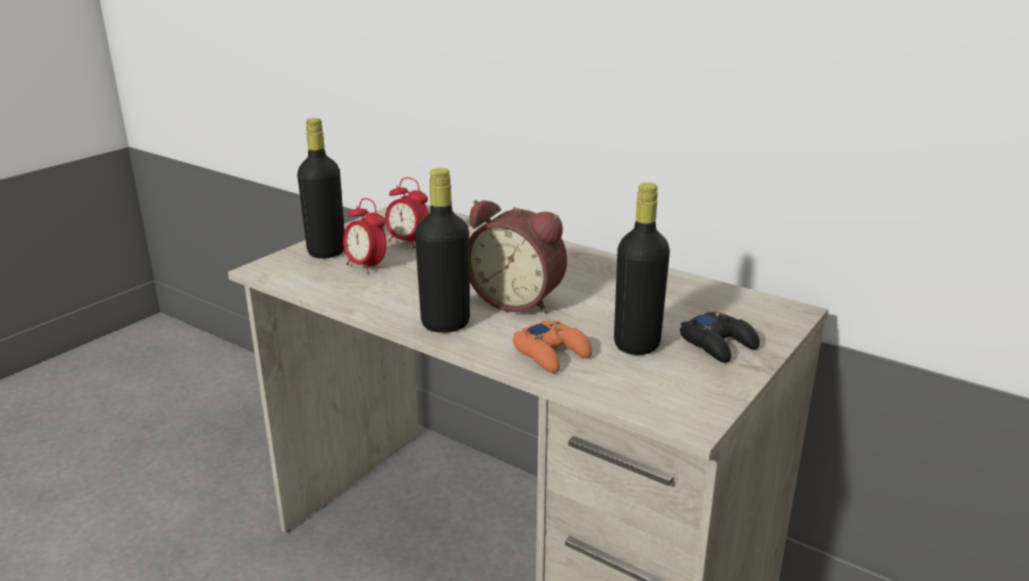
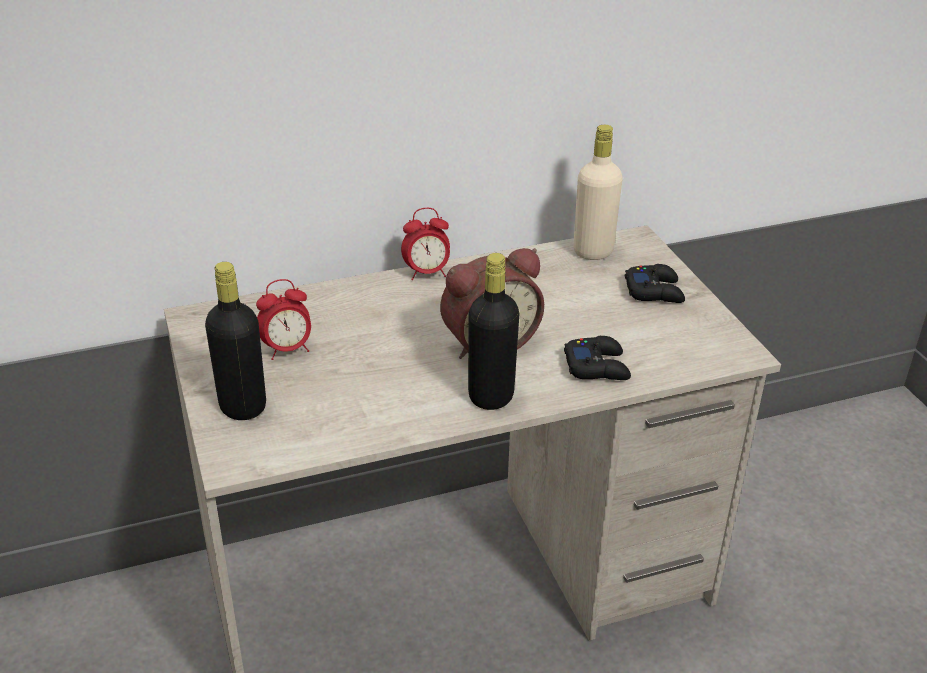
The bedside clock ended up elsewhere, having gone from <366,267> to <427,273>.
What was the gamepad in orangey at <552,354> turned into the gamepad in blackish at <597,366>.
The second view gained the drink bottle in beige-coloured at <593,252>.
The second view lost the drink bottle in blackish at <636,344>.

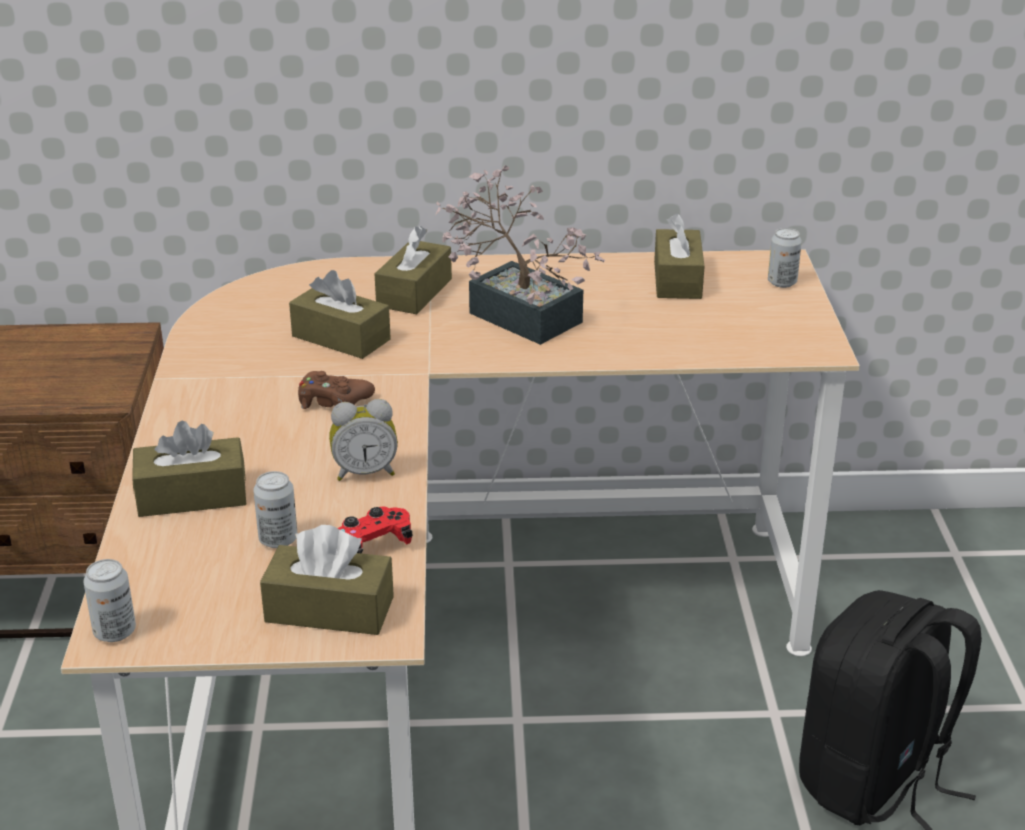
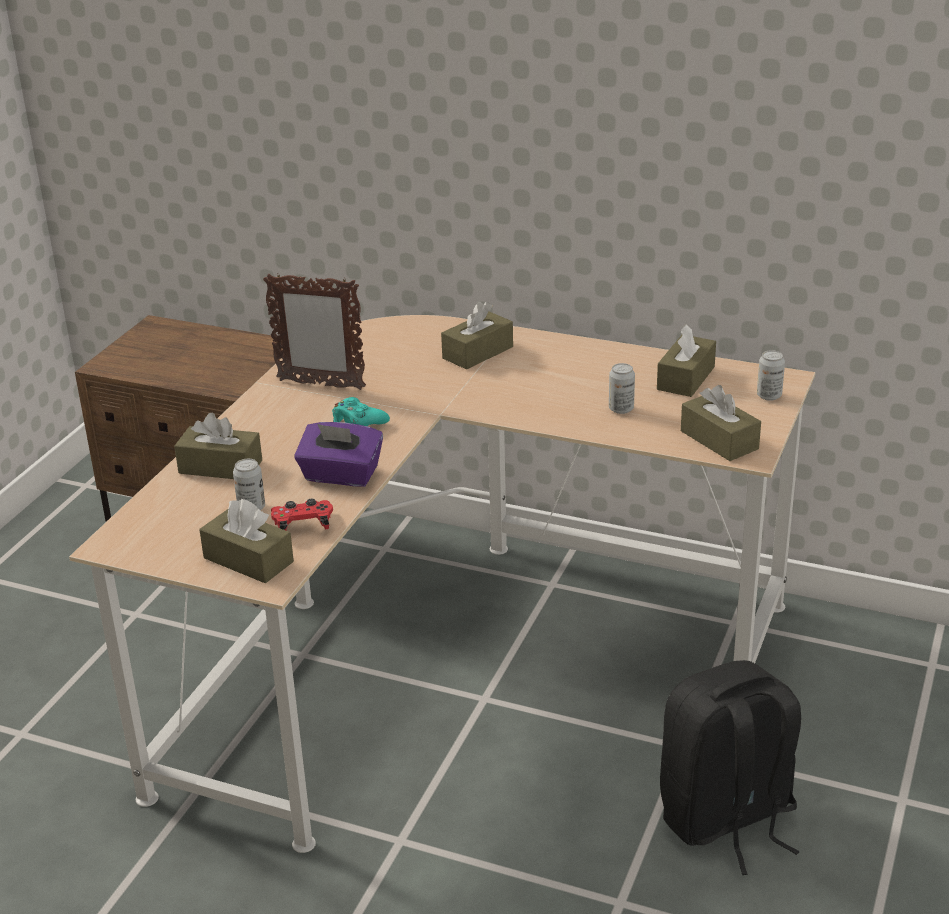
The second view gained the picture frame at <320,384>.
Where the bedside clock stood at <365,472>, the box of tissues in purple came to stand at <341,475>.
What was the gamepad in brownish at <333,401> turned into the gamepad in turquoise at <358,421>.
The can ended up elsewhere, having gone from <114,632> to <621,409>.
The box of tissues in brownish ended up elsewhere, having gone from <341,338> to <719,440>.
The second view lost the plant in a pot at <516,313>.

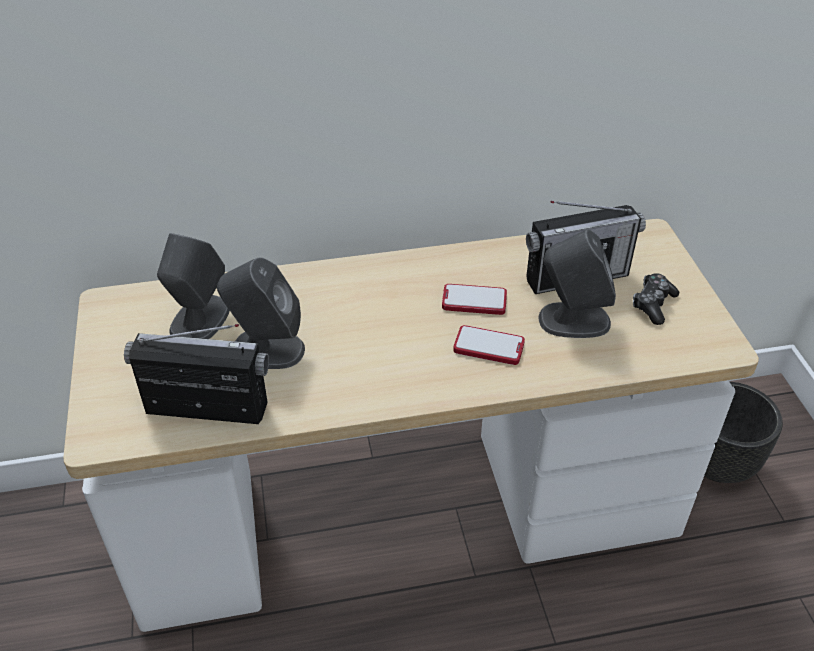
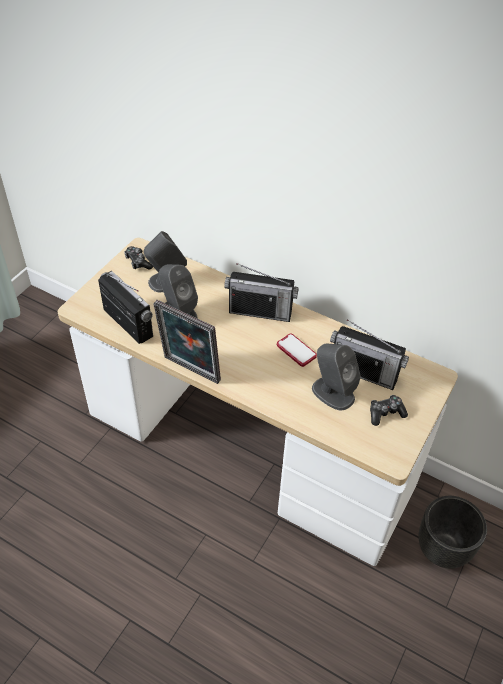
The second view gained the gamepad at <138,262>.
The second view gained the picture frame at <189,371>.
The second view gained the radio at <260,312>.
The second view lost the telephone at <488,347>.

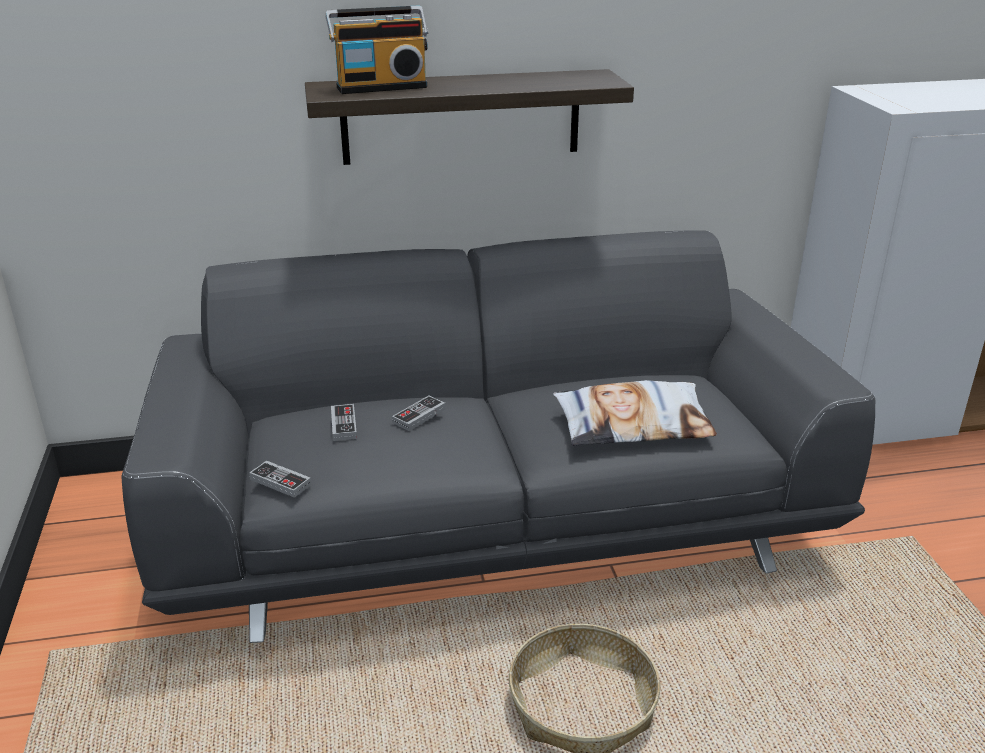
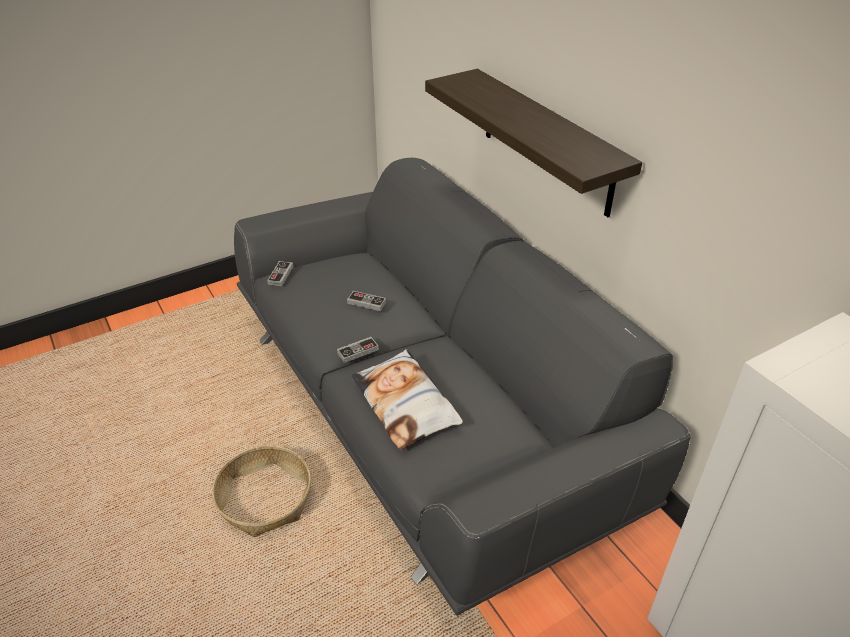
The gamepad ended up elsewhere, having gone from <344,425> to <358,351>.
The second view lost the radio at <381,87>.

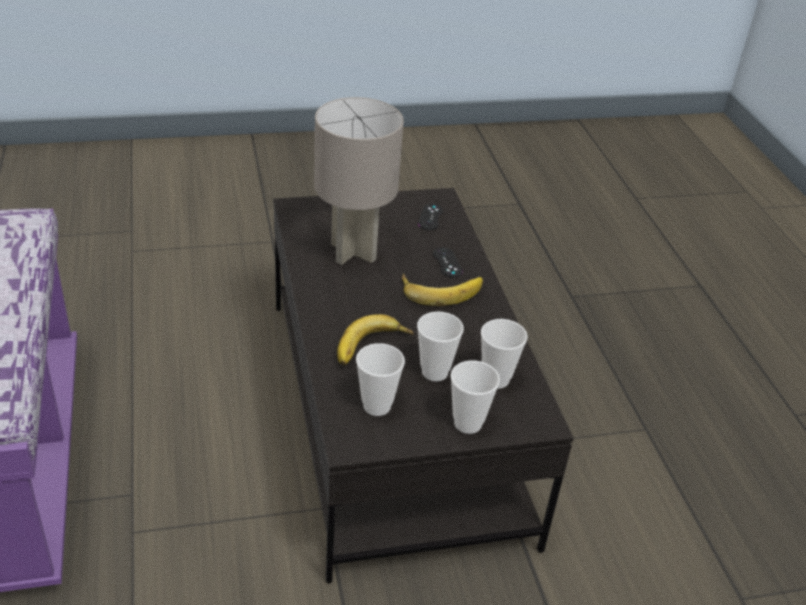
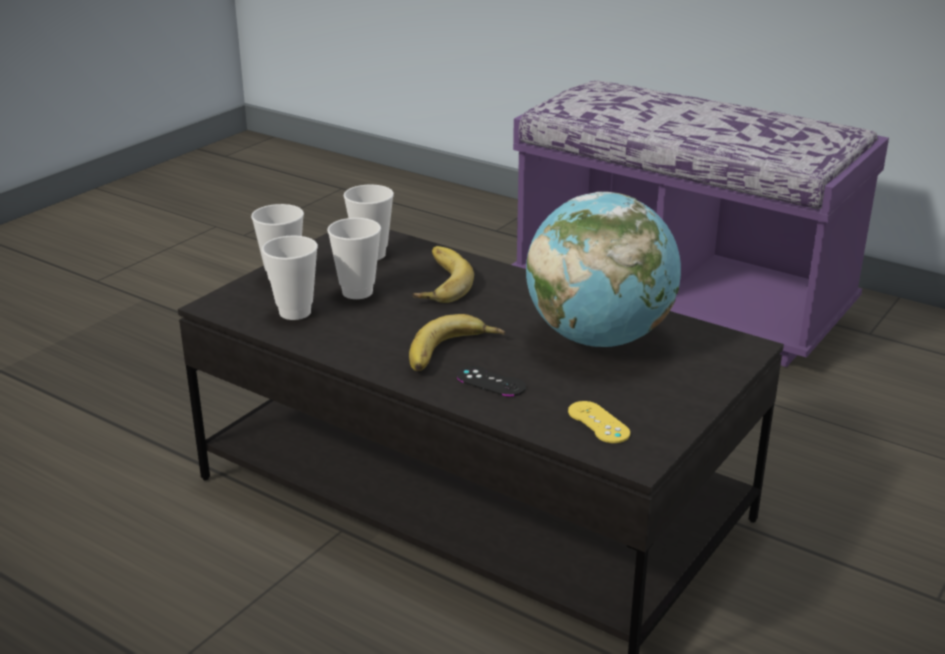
Where the tabletop lamp in greyish stood at <352,252>, the globe came to stand at <599,338>.
What was the gamepad in blackish at <430,217> turned into the gamepad in yellowish at <598,422>.

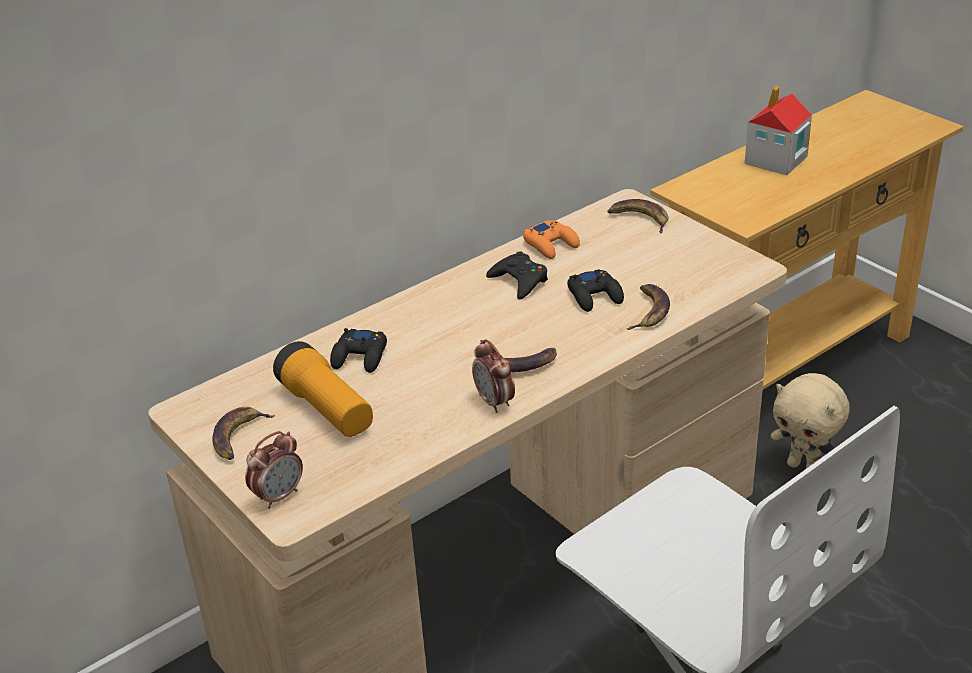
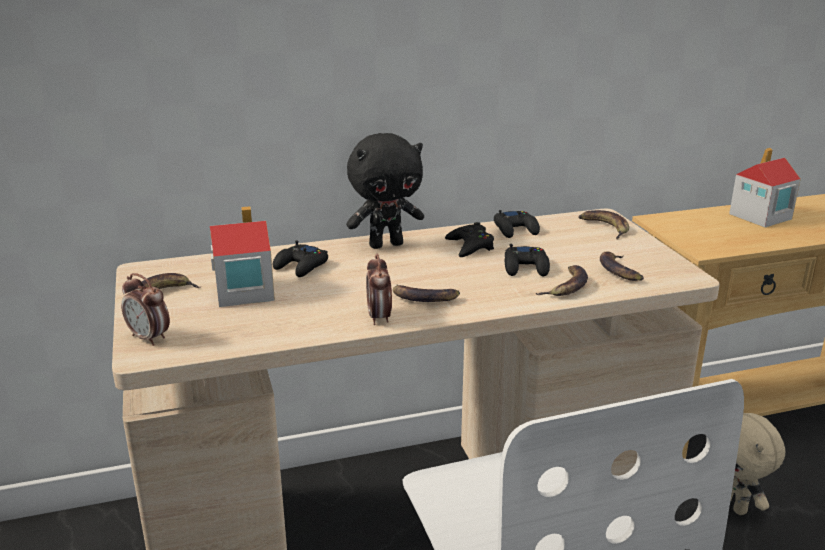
The bedside clock at <279,496> ended up facing another way, 60 degrees clockwise from before.
Where the torch stood at <326,409>, the toy house came to stand at <243,292>.
The second view gained the cuddly toy in blackish at <386,244>.
What was the gamepad in orangey at <551,245> turned into the gamepad in blackish at <516,229>.
The second view gained the whole banana at <620,271>.

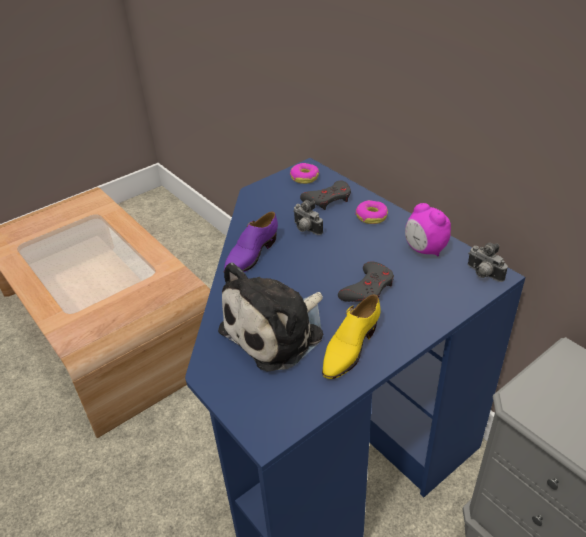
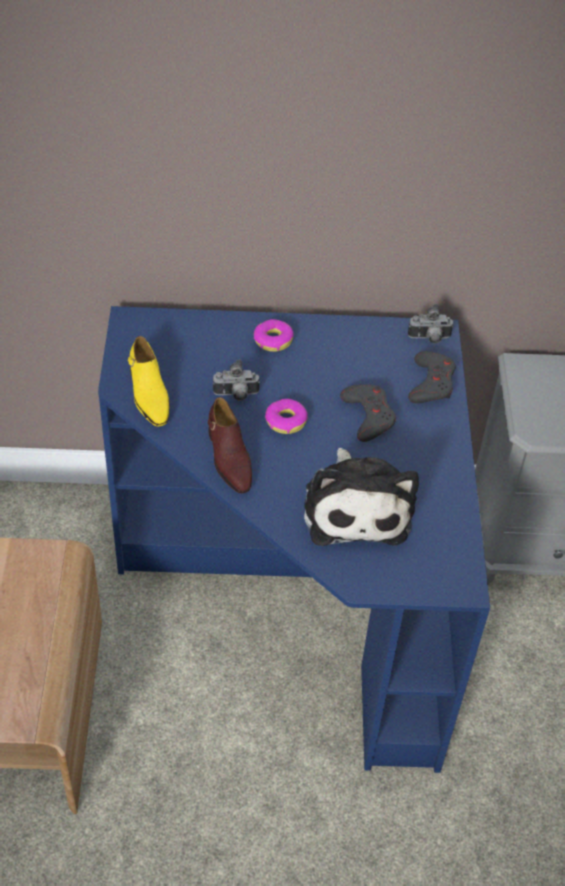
The low shoe in yellowish ended up elsewhere, having gone from <350,348> to <148,394>.
What was the low shoe in purple at <251,255> turned into the low shoe in brownish at <229,458>.
The doughnut ended up elsewhere, having gone from <304,177> to <285,421>.
The gamepad in greyish ended up elsewhere, having gone from <328,199> to <431,383>.
The second view lost the bedside clock at <424,250>.

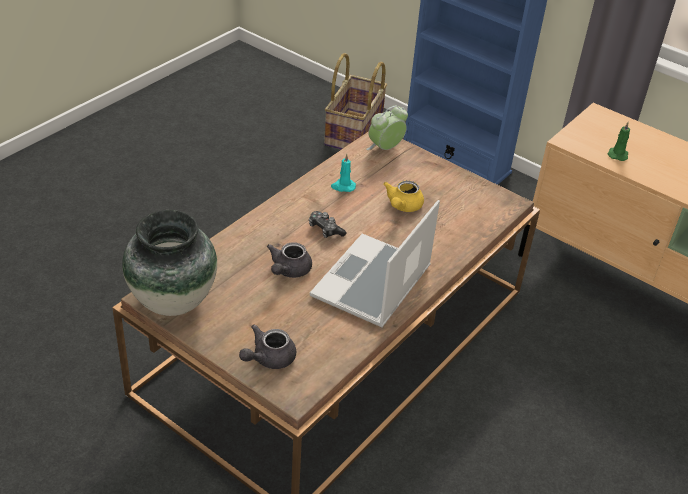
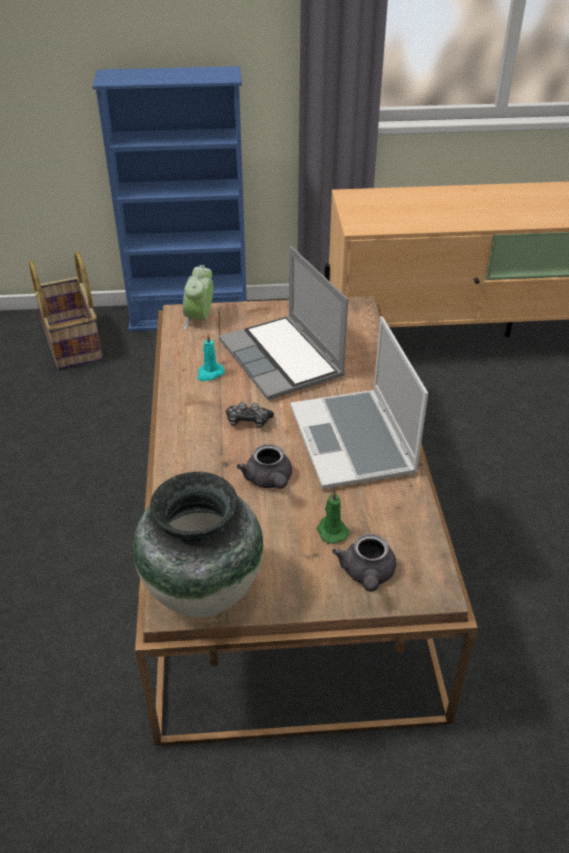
Where the teapot in yellowish stood at <402,206>, the notebook computer came to stand at <283,360>.
The wax light in greenish ended up elsewhere, having gone from <617,154> to <331,530>.

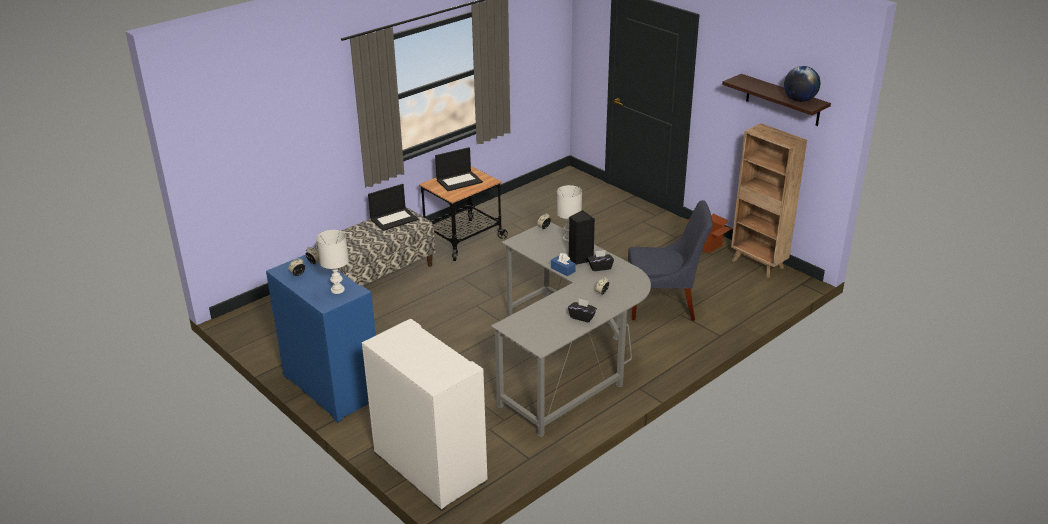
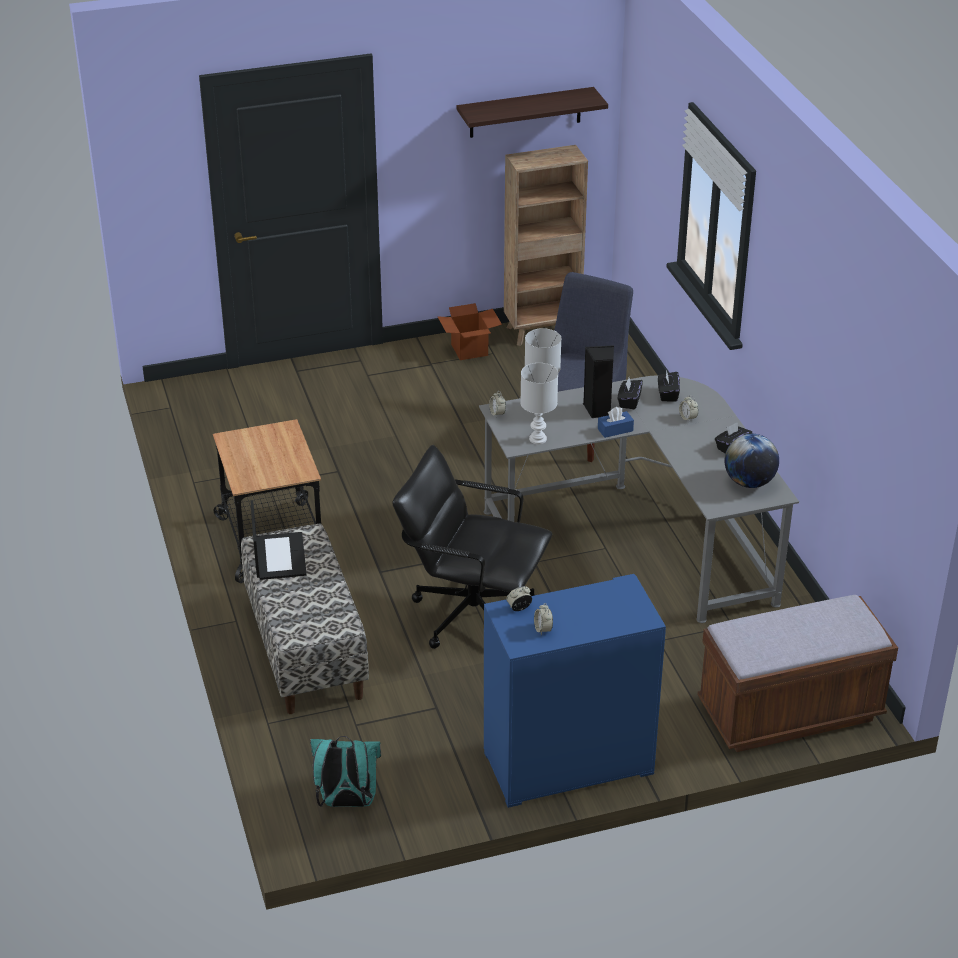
The second view gained the knapsack in turquoise at <346,802>.
The second view gained the computer chair in blackish at <472,614>.
The tabletop lamp in white ended up elsewhere, having gone from <337,290> to <537,439>.
The second view gained the box of tissues in blackish at <667,394>.
Where the cupboard in white stood at <428,467>, the long seat in brownish came to stand at <790,712>.
The globe ended up elsewhere, having gone from <799,100> to <749,482>.
The second view lost the notebook computer at <459,181>.

